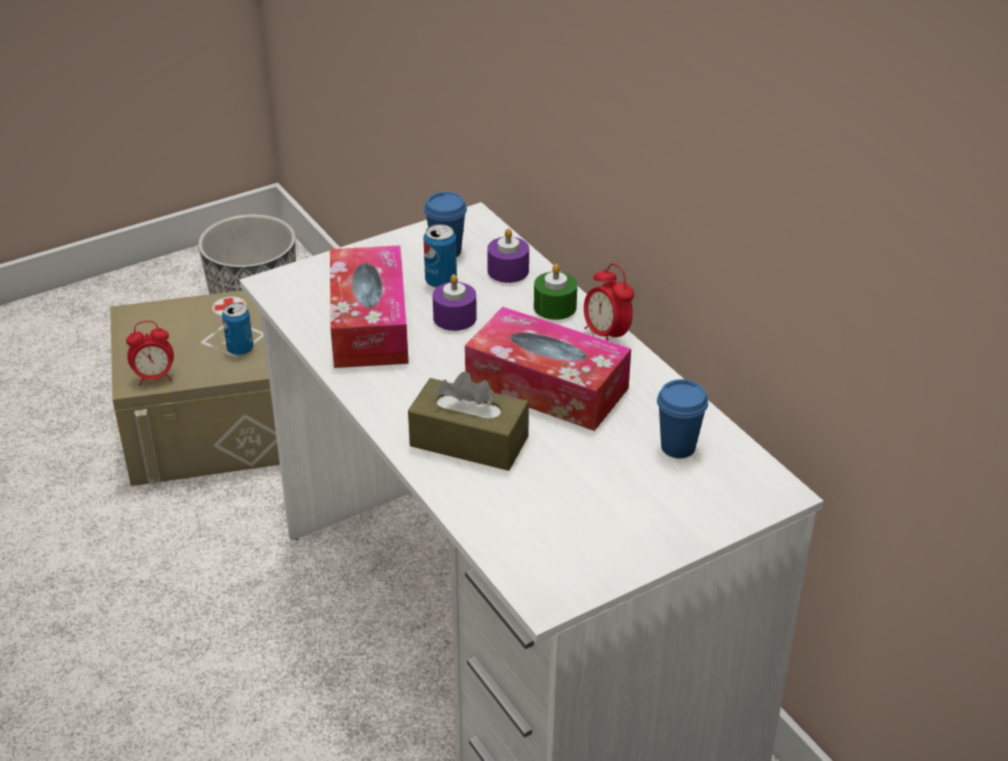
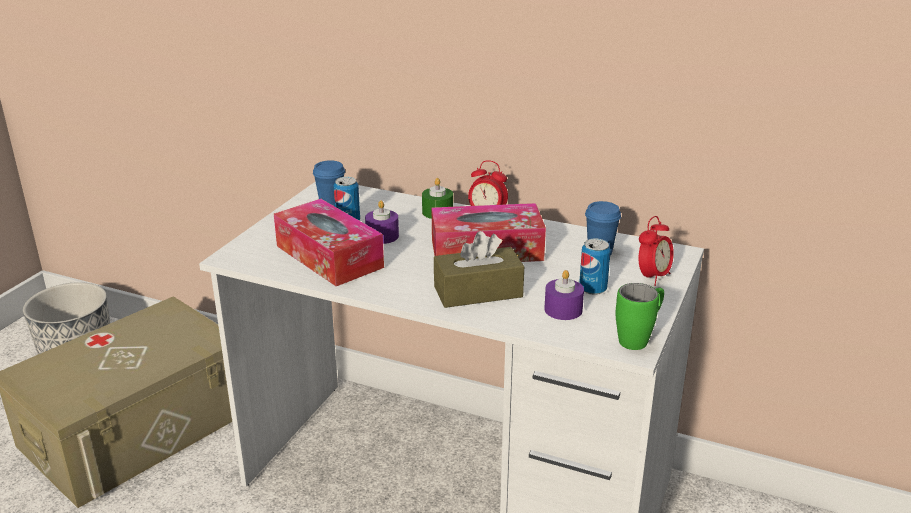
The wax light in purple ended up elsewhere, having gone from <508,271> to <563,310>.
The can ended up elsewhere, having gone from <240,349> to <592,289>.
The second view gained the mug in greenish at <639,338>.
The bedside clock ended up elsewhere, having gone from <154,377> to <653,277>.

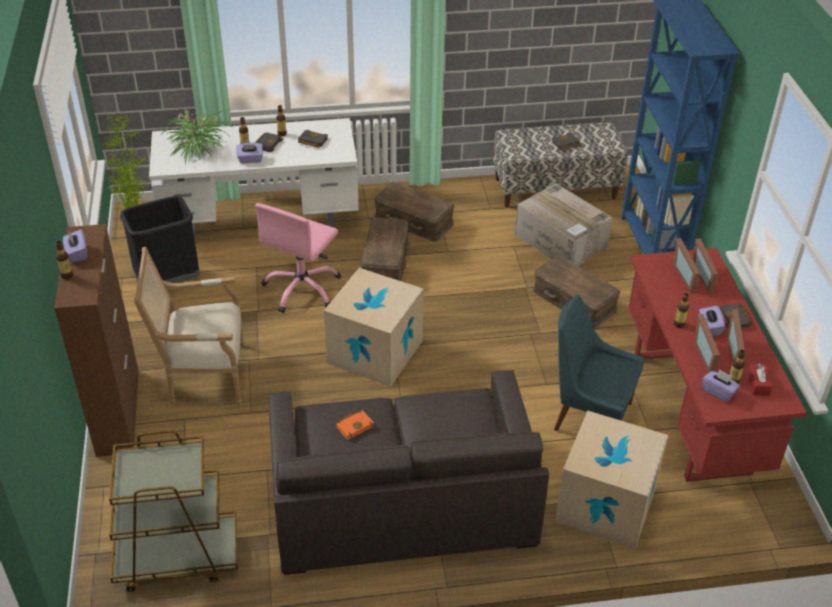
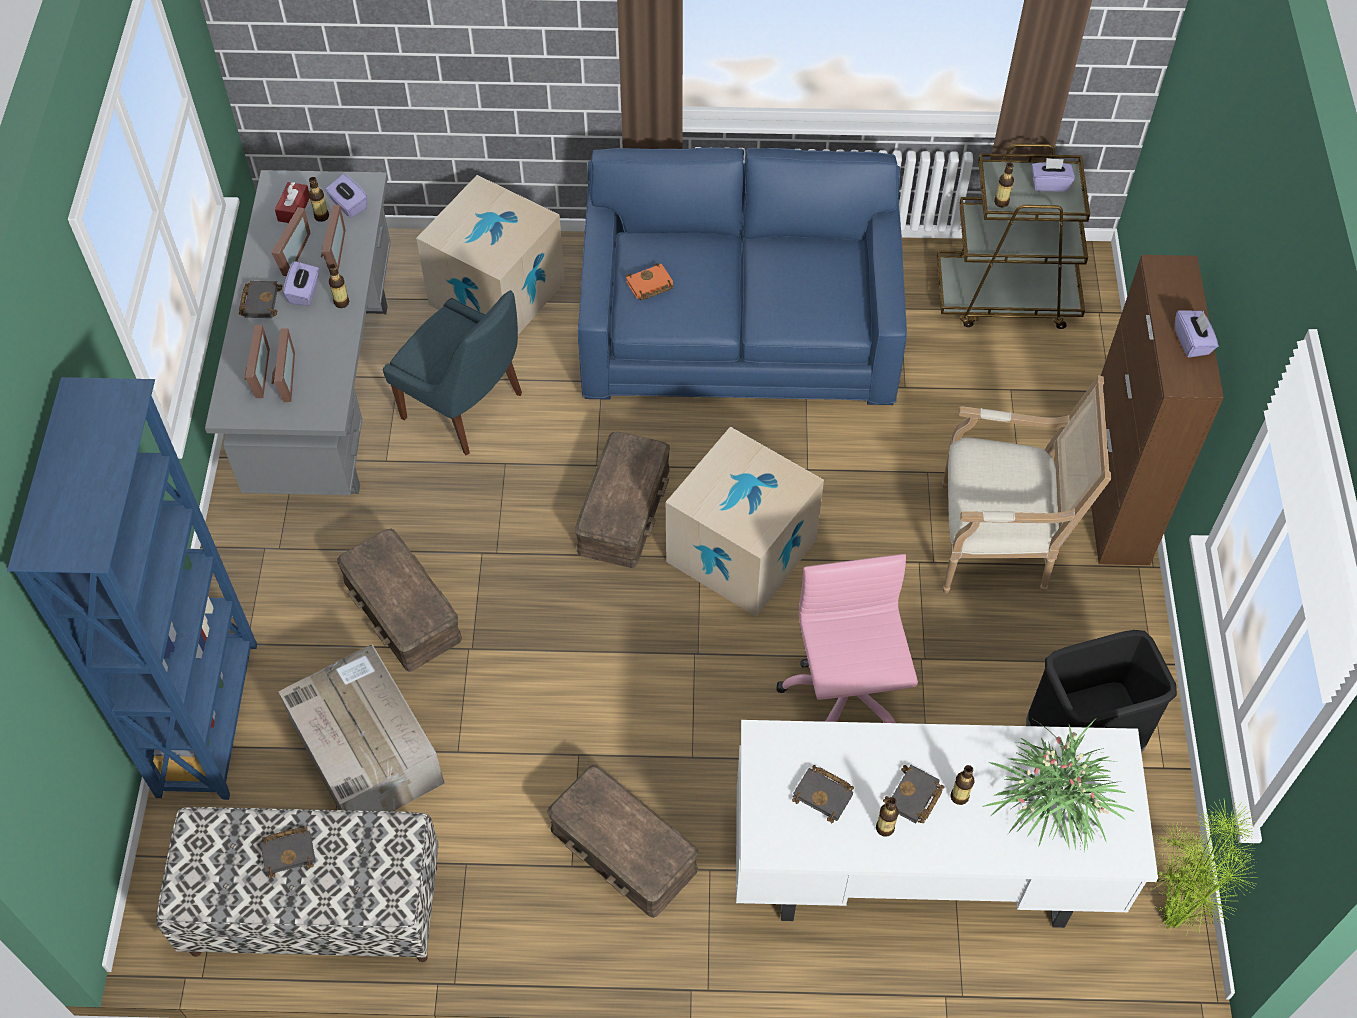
What was the desk table in reddish at <691,412> turned into the desk table in greyish at <328,395>.
The storage bin in brownish ended up elsewhere, having gone from <386,262> to <623,509>.
What was the settee in greyish at <401,499> turned into the settee in blue at <739,329>.
The volume in orangey ended up elsewhere, having gone from <355,425> to <649,286>.
The computer chair in pink at <302,289> ended up facing another way, 45 degrees counterclockwise from before.
The drink bottle ended up elsewhere, having gone from <67,276> to <1001,202>.
The box of tissues in purple ended up elsewhere, having gone from <250,160> to <1049,184>.

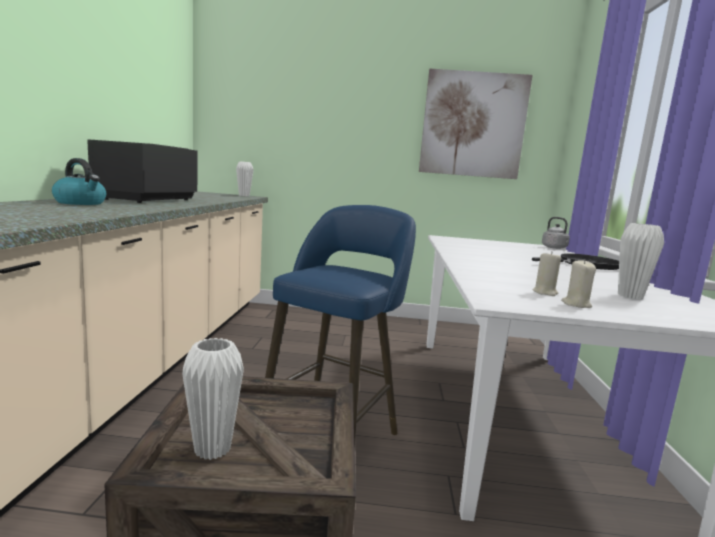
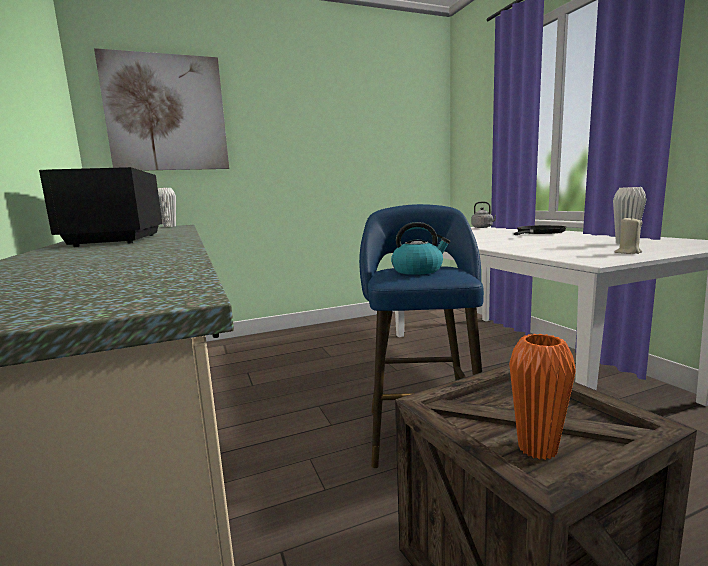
The wall art ended up elsewhere, having gone from <473,125> to <166,113>.
The water kettle ended up elsewhere, having gone from <81,203> to <418,270>.
What was the decorative vase in white at <212,449> turned into the decorative vase in orangey at <537,449>.
The second view lost the wax light in beige-coloured at <545,292>.

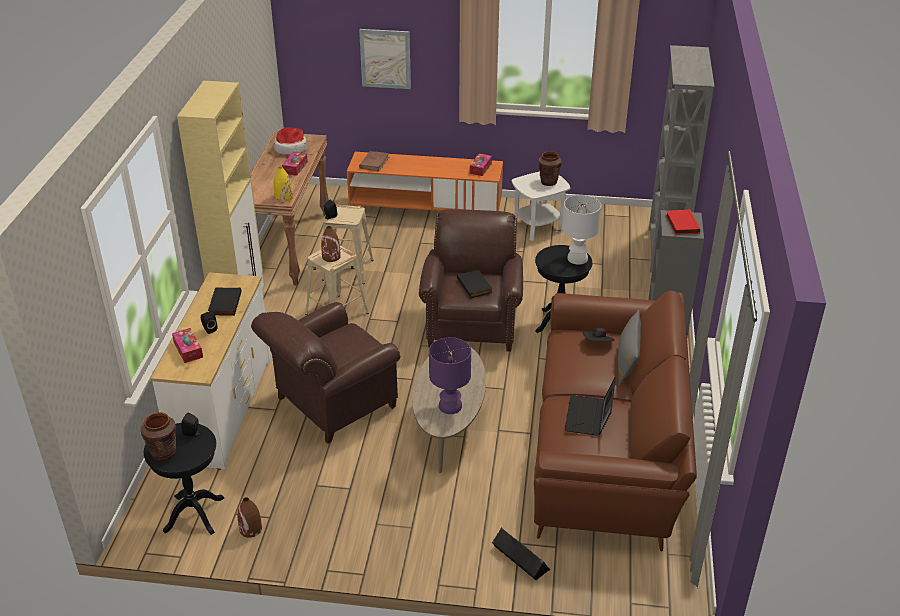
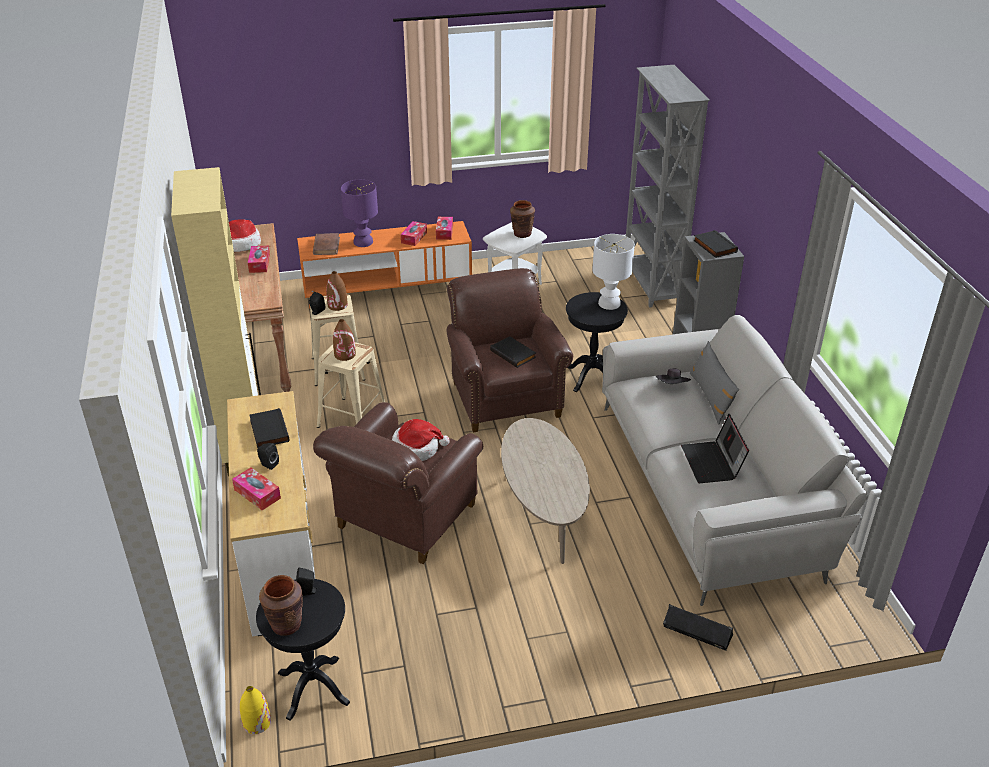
The decorative vase in yellowish ended up elsewhere, having gone from <283,197> to <256,722>.
The decorative vase in brownish ended up elsewhere, having gone from <250,529> to <337,305>.
The tabletop lamp in purple ended up elsewhere, having gone from <449,406> to <363,242>.
The second view gained the wearable hat at <417,448>.
The second view gained the box of tissues at <414,237>.
What was the settee in brownish at <608,443> turned into the settee in greyish at <711,488>.
What was the volume in reddish at <681,224> turned into the volume in blackish at <714,246>.
The second view lost the wall art at <385,58>.

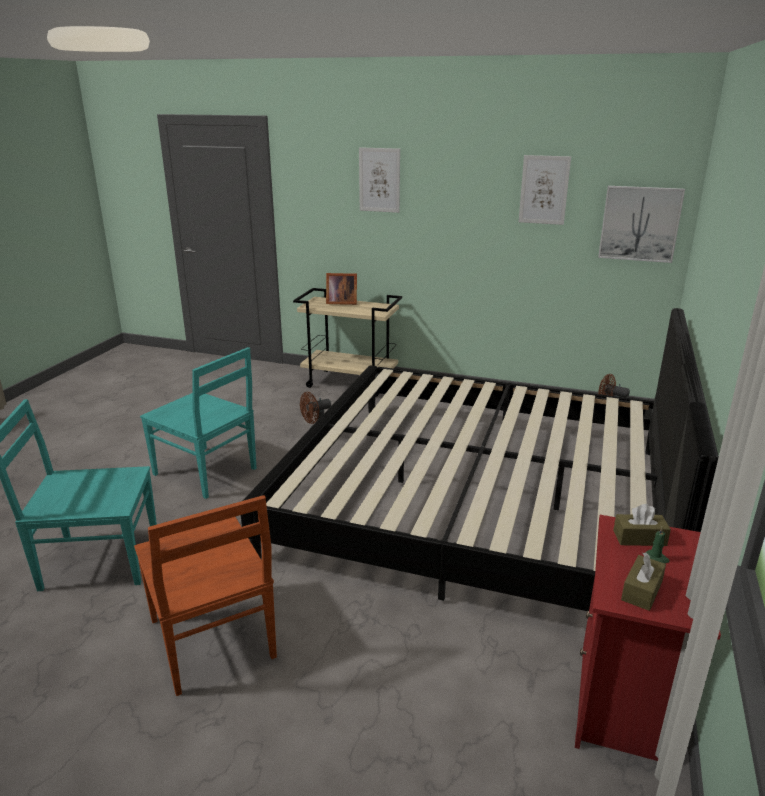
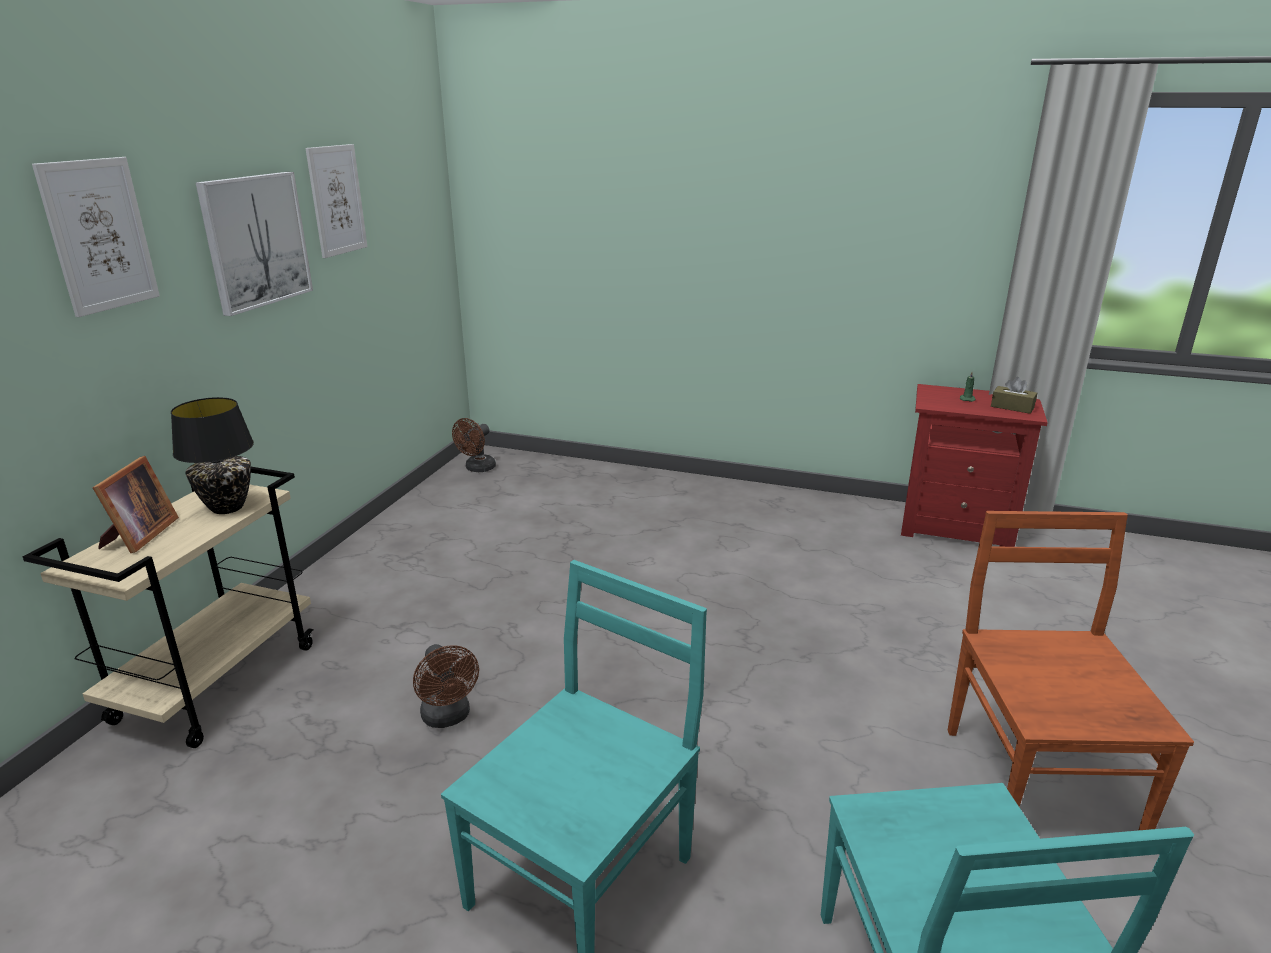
The second view gained the tabletop lamp in blackish at <227,508>.
The wall art ended up elsewhere, having gone from <639,223> to <256,241>.
The upright chair in brownish at <212,641> ended up facing another way, 60 degrees counterclockwise from before.
The second view lost the bedroom bed at <478,499>.
The second view lost the box of tissues in brownish at <639,538>.

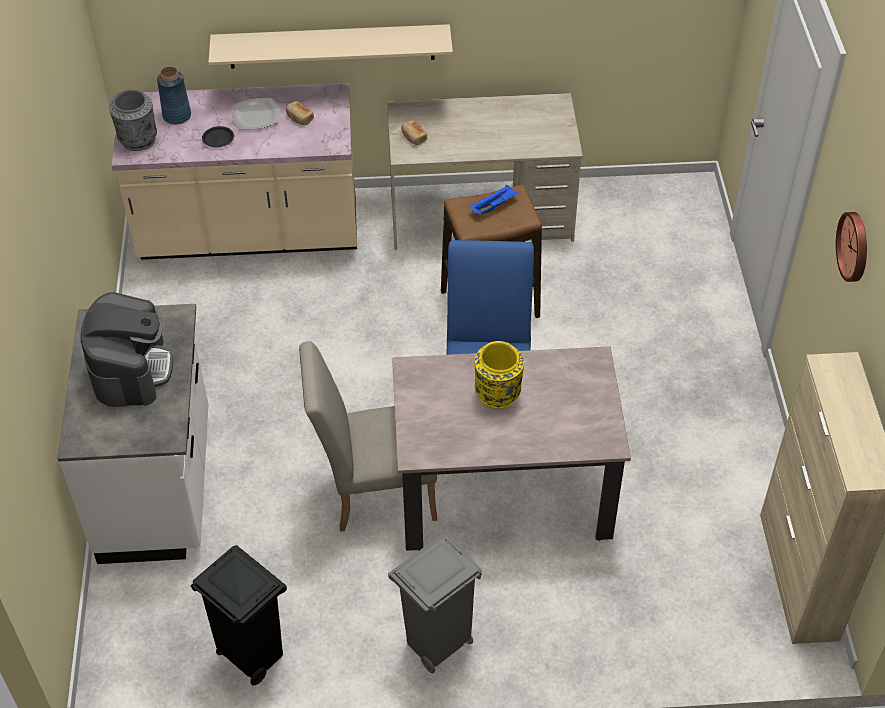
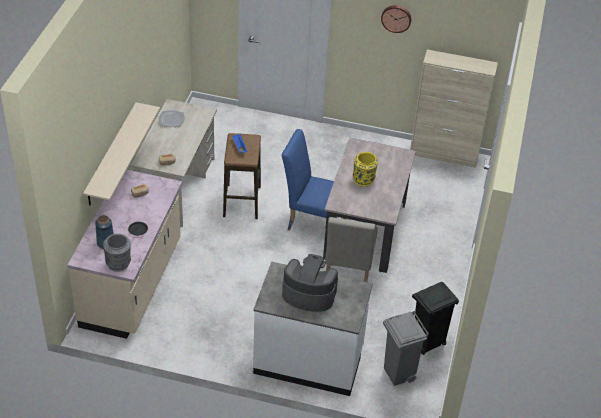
The flat dish ended up elsewhere, having gone from <255,115> to <171,120>.
The rubbish bin in greyish ended up elsewhere, having gone from <437,646> to <399,374>.

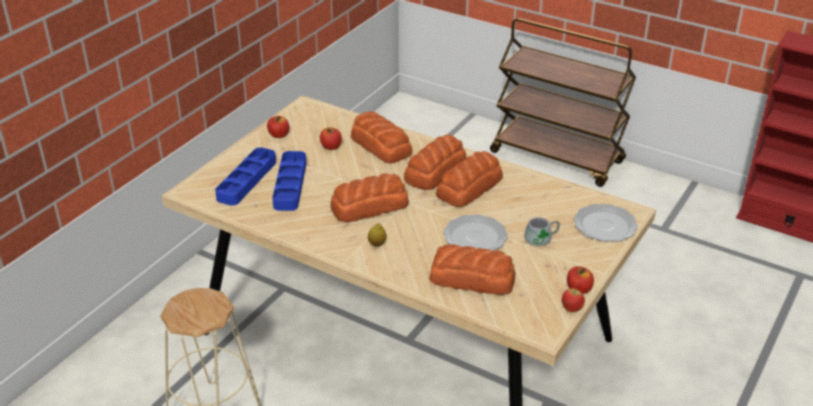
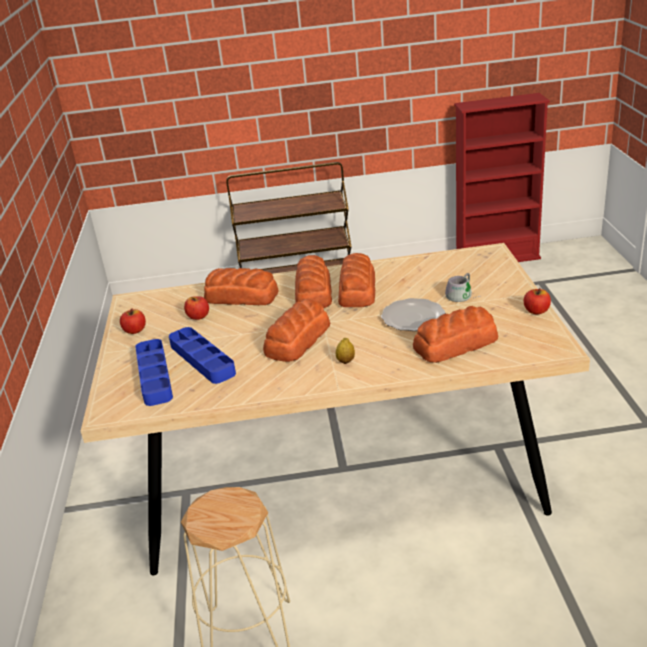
The second view lost the whole apple at <571,309>.
The second view lost the flat dish at <605,226>.

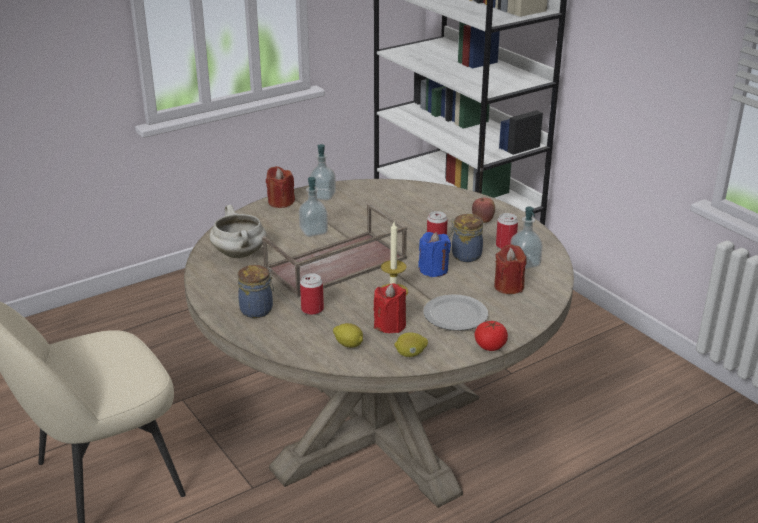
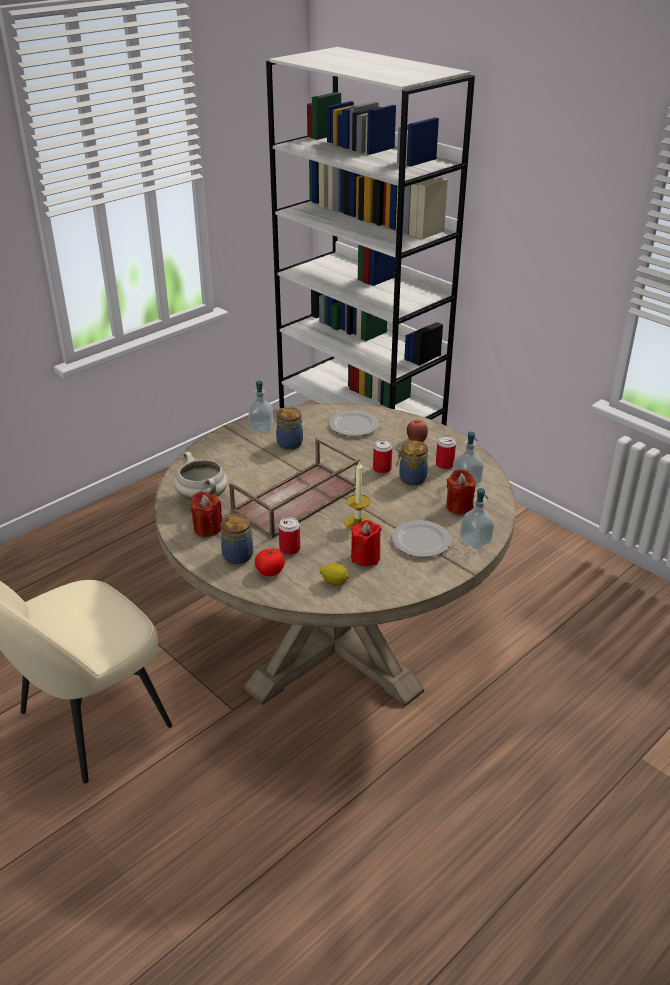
The wax light in reddish ended up elsewhere, having gone from <281,202> to <207,528>.
The fresh tomato ended up elsewhere, having gone from <490,346> to <270,571>.
The second view gained the jar at <290,443>.
The second view gained the flat dish at <354,425>.
The soap dispenser ended up elsewhere, having gone from <313,231> to <475,540>.
The second view lost the citrus fruit at <410,354>.
The second view lost the wax light in blue at <433,270>.

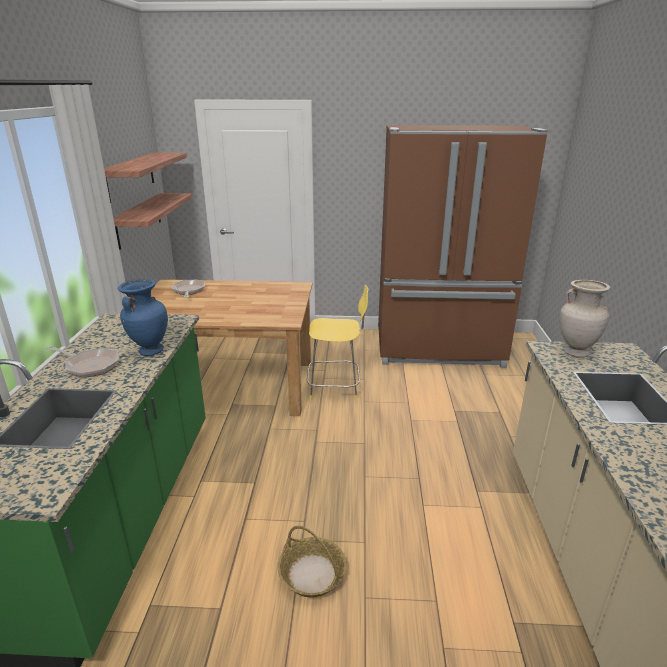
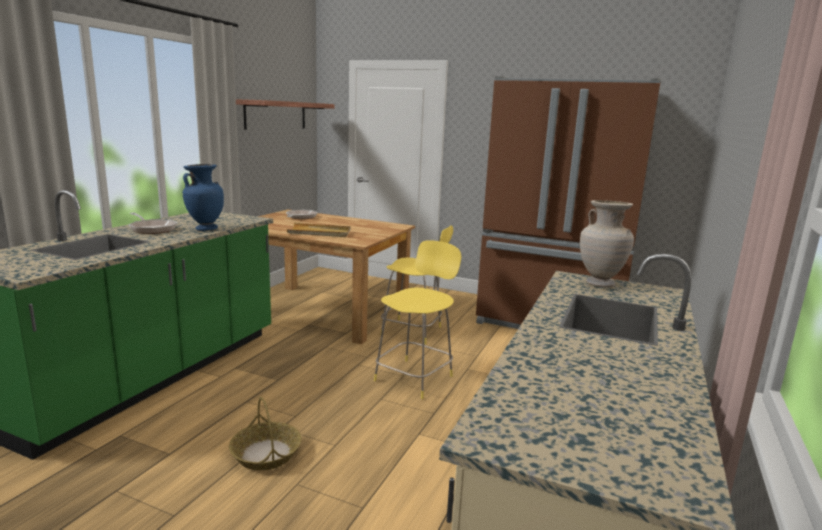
The second view gained the tray in beige-coloured at <320,233>.
The second view gained the stool seat in yellowish at <415,377>.
The second view lost the bracket shelf at <139,220>.

